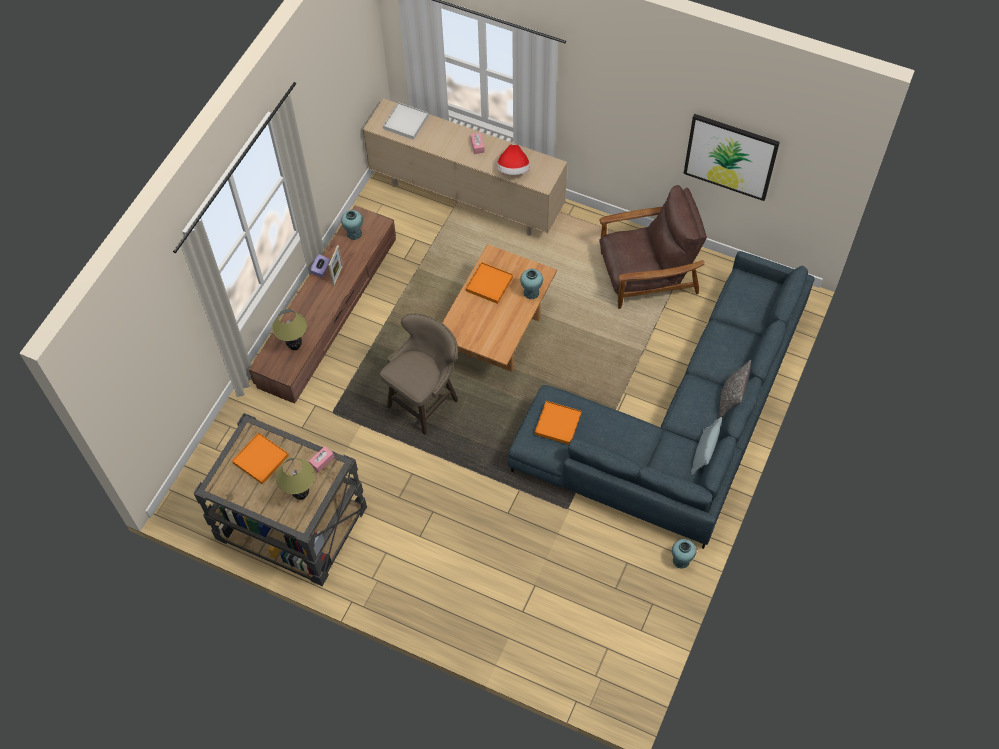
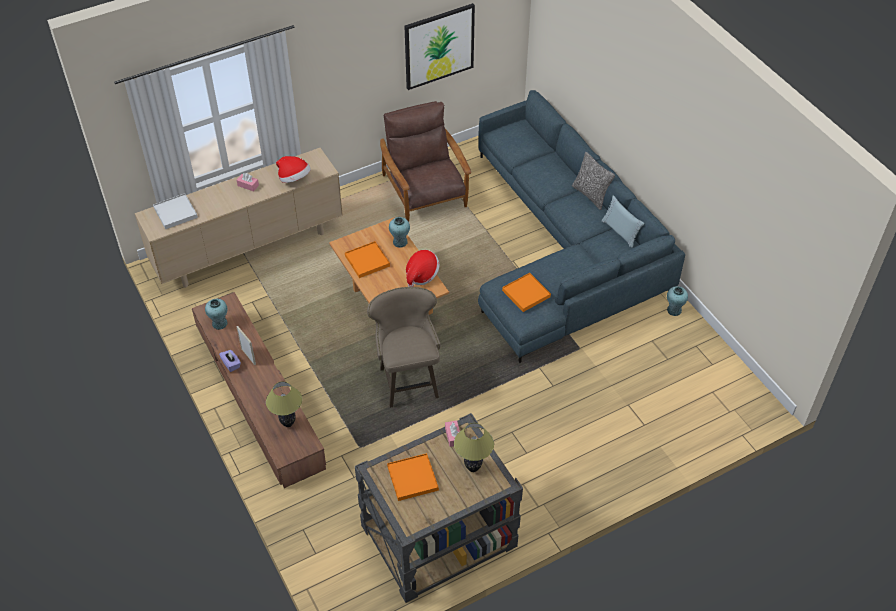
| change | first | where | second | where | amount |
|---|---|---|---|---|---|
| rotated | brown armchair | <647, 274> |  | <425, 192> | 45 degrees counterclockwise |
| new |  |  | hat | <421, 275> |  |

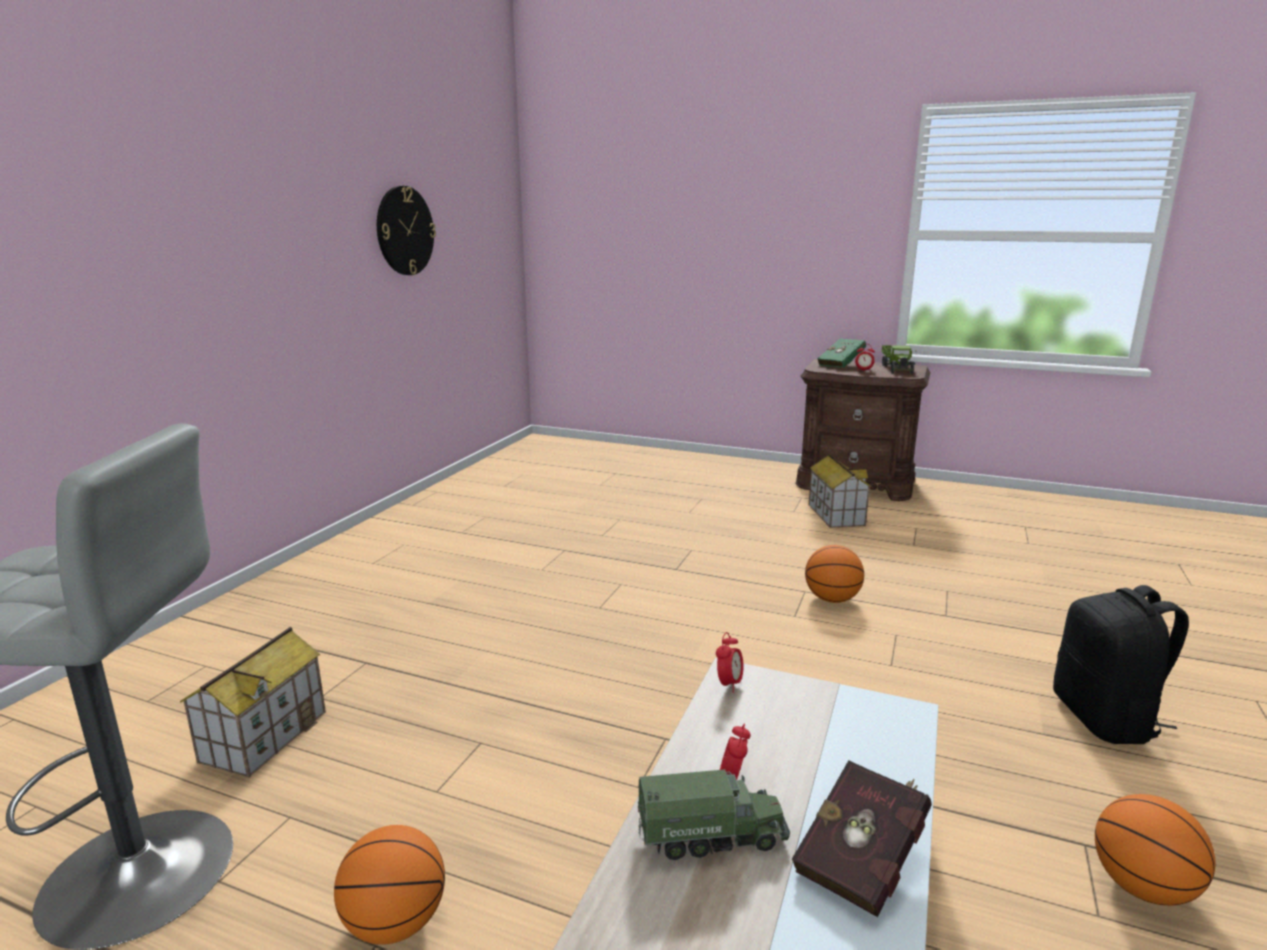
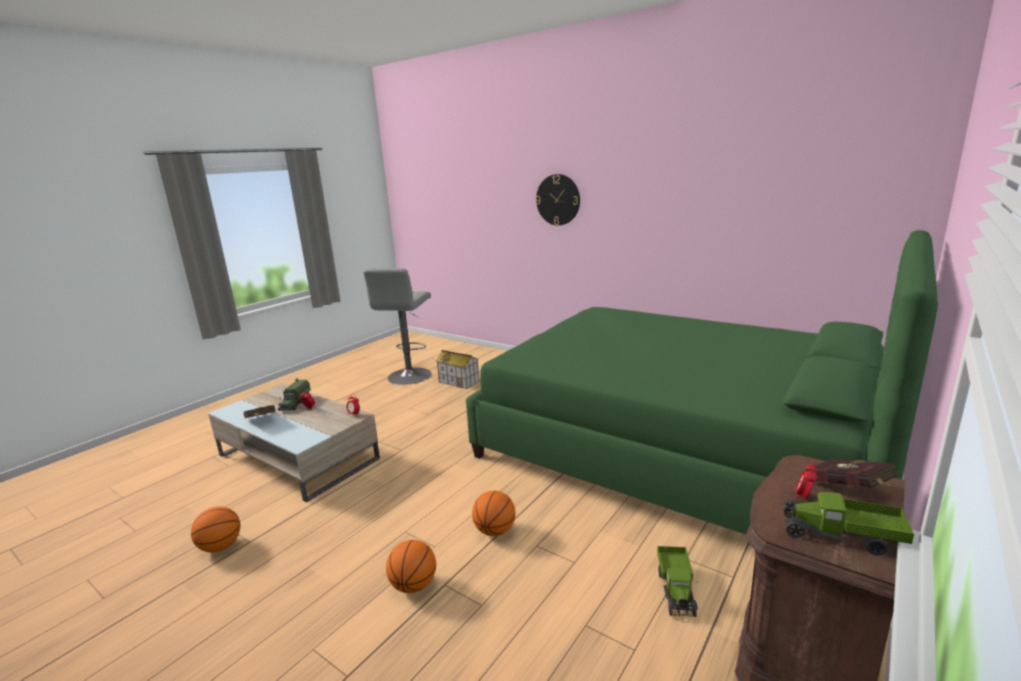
| change | first | where | second | where | amount |
|---|---|---|---|---|---|
| shifted | basketball | <395, 923> |  | <414, 585> |  |
| new |  |  | green bed | <679, 449> |  |
| shifted | wall clock | <405, 231> |  | <558, 200> |  |
| swapped | toy house | <835, 514> | toy truck | <676, 589> |  |
| repainted | green book | <842, 364> | red book | <849, 490> |  |
| gone | black backpack | <1105, 719> |  |  |  |

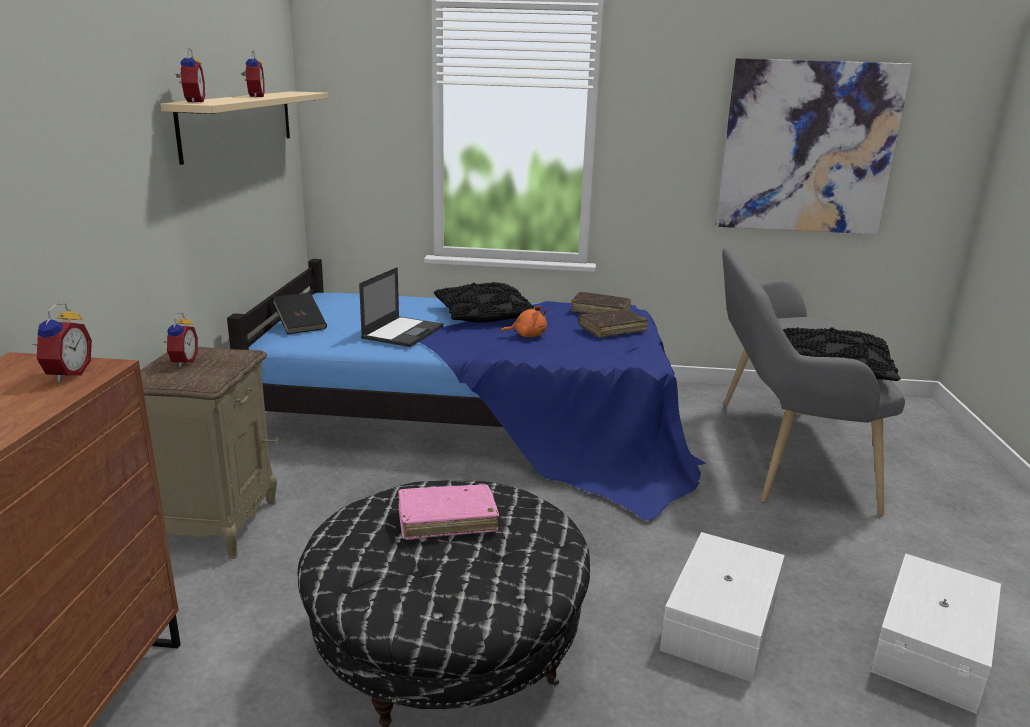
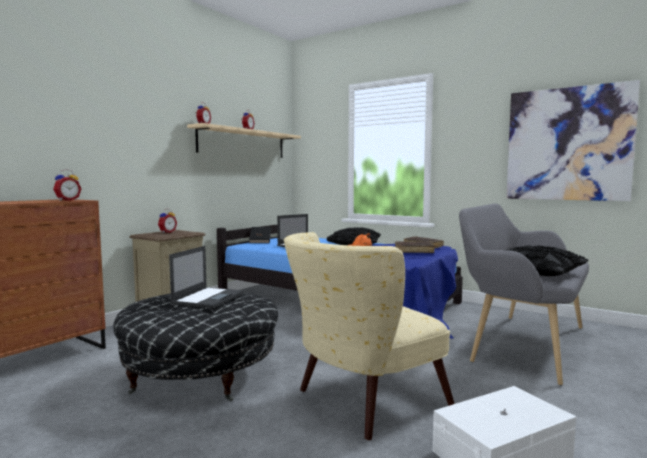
| change | first | where | second | where | amount |
|---|---|---|---|---|---|
| swapped | pink book | <447, 520> | laptop | <209, 298> |  |
| swapped | white storage box | <718, 622> | beige armchair | <359, 402> |  |

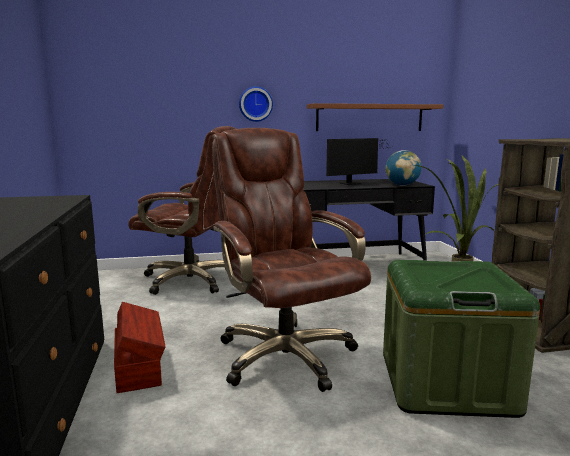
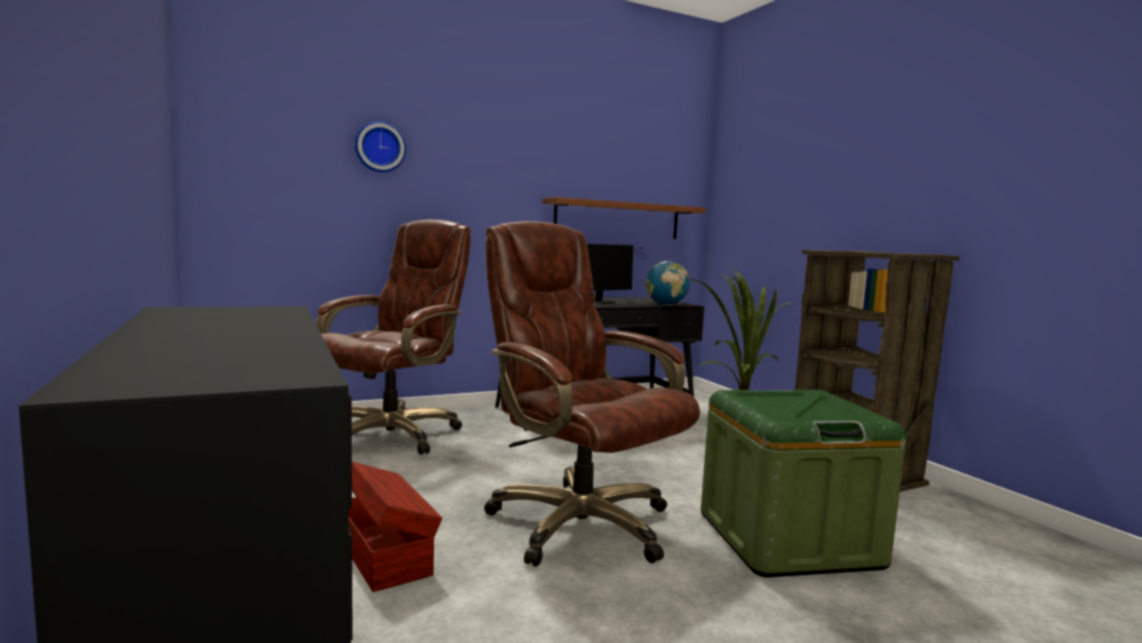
| change | first | where | second | where | amount |
|---|---|---|---|---|---|
| rotated | brown office chair | <190, 279> |  | <390, 434> | 60 degrees counterclockwise |
| shifted | wall clock | <255, 104> |  | <379, 147> |  |

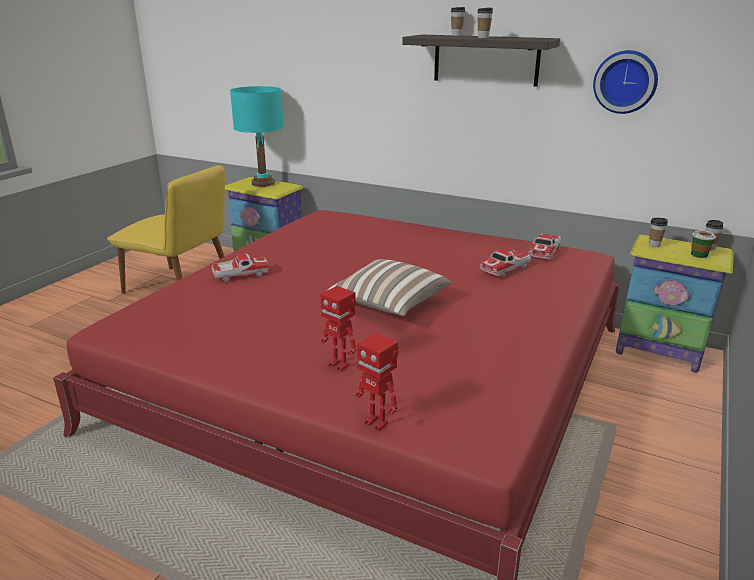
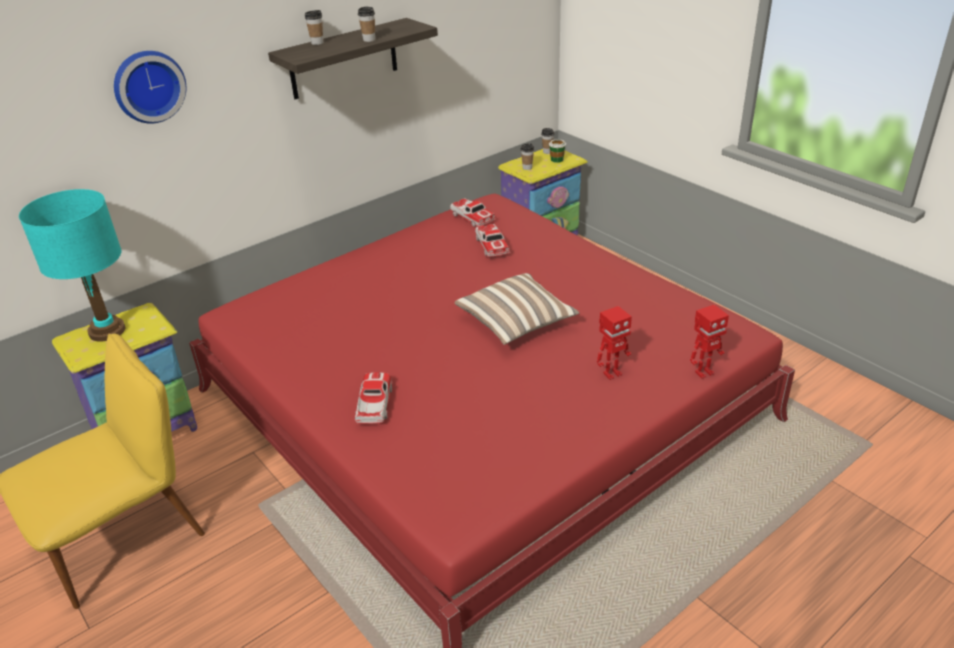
| change | first | where | second | where | amount |
|---|---|---|---|---|---|
| shifted | wall clock | <625, 81> |  | <148, 86> |  |

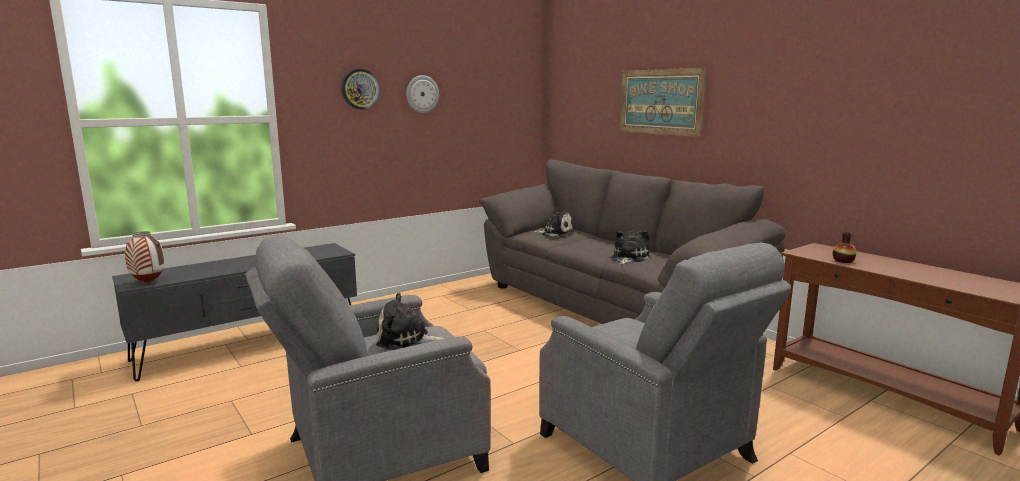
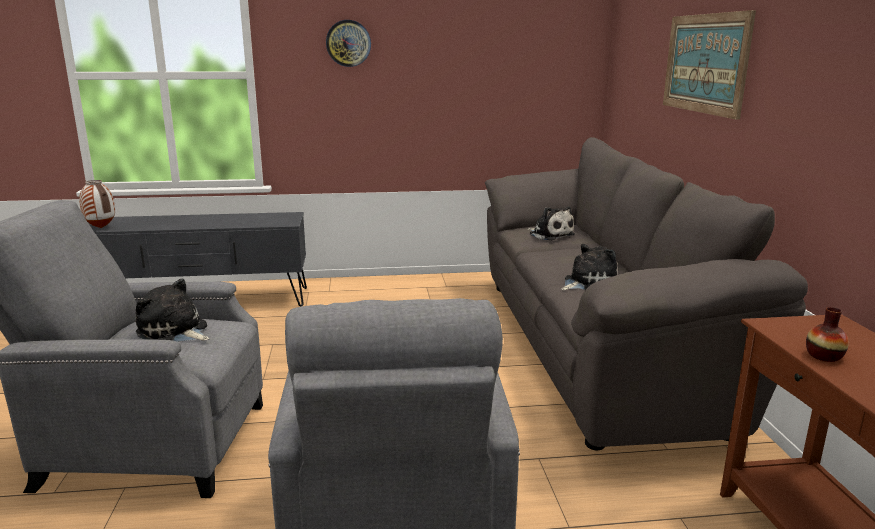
| change | first | where | second | where | amount |
|---|---|---|---|---|---|
| gone | wall clock | <422, 94> |  |  |  |

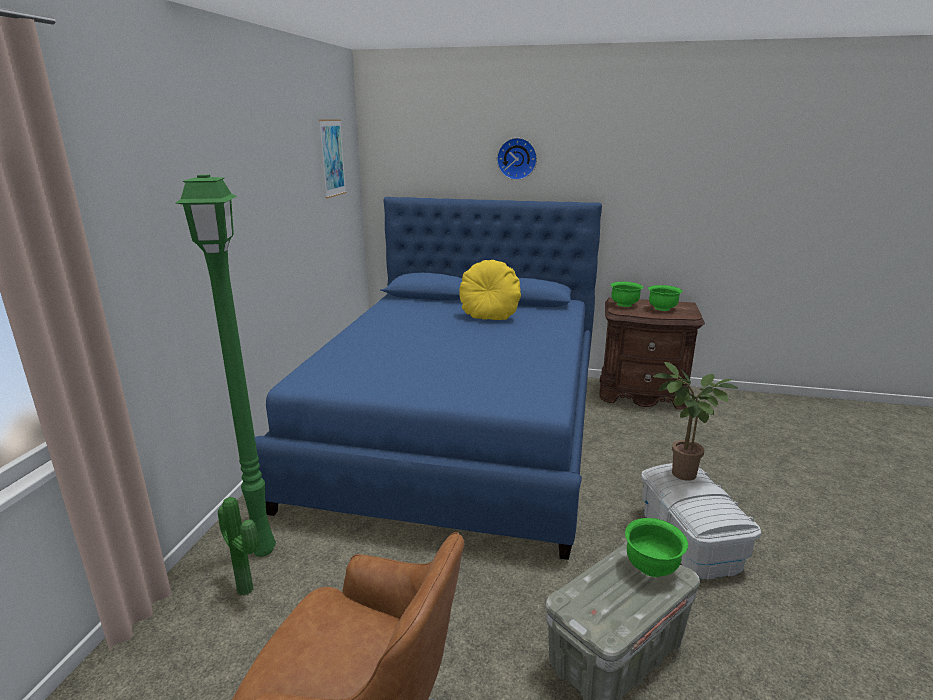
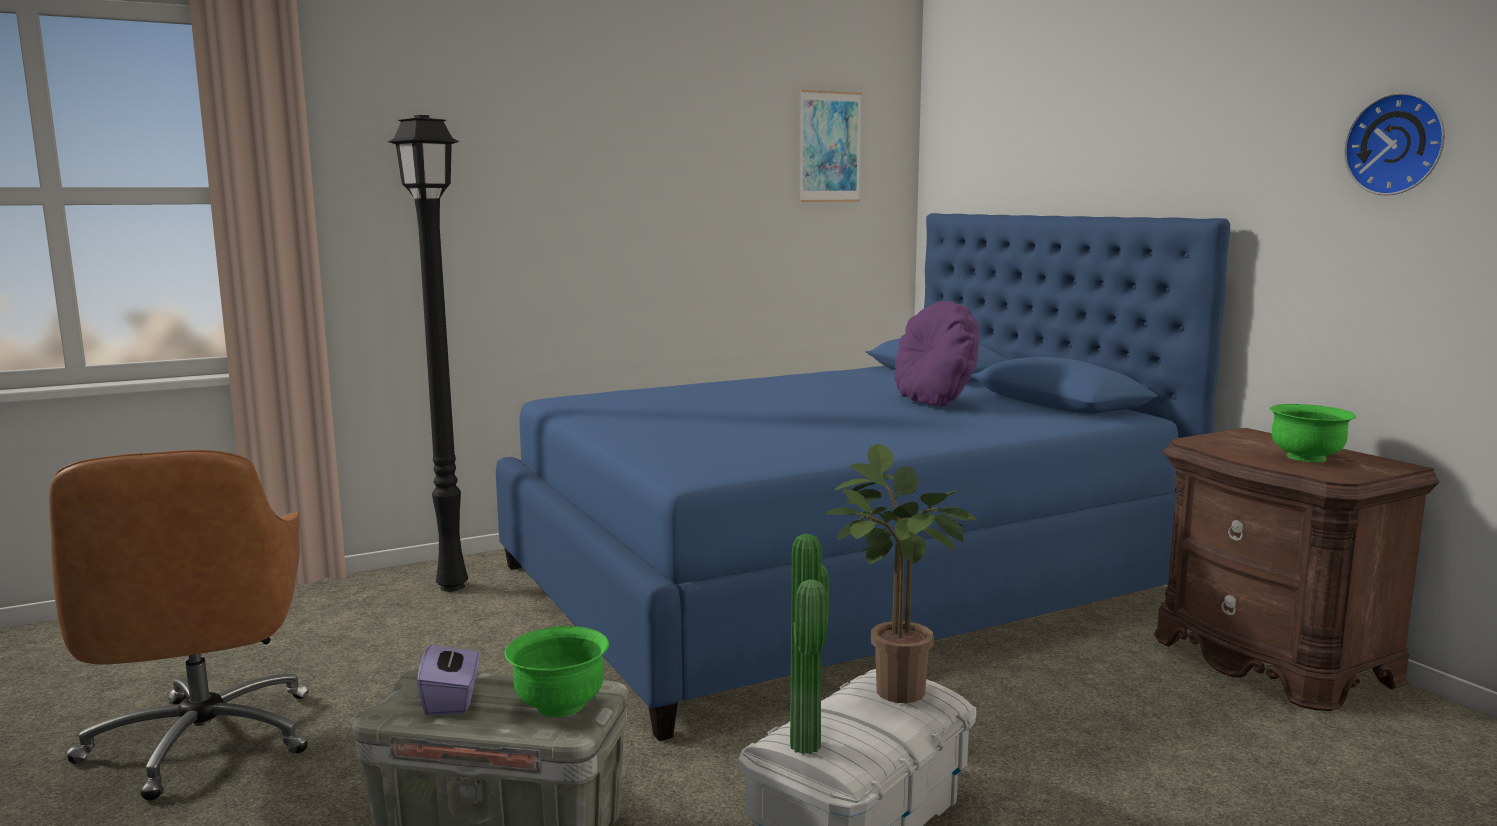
| change | first | where | second | where | amount |
|---|---|---|---|---|---|
| repainted | green floor lamp | <261, 551> | black floor lamp | <449, 587> |  |
| new |  |  | purple tissue box | <452, 700> |  |
| shifted | potted plant | <248, 588> |  | <811, 746> |  |
| repainted | yellow pillow | <489, 317> | purple pillow | <934, 403> |  |
| shifted | wall clock | <517, 158> |  | <1397, 144> |  |
| gone | green bowl | <624, 304> |  |  |  |

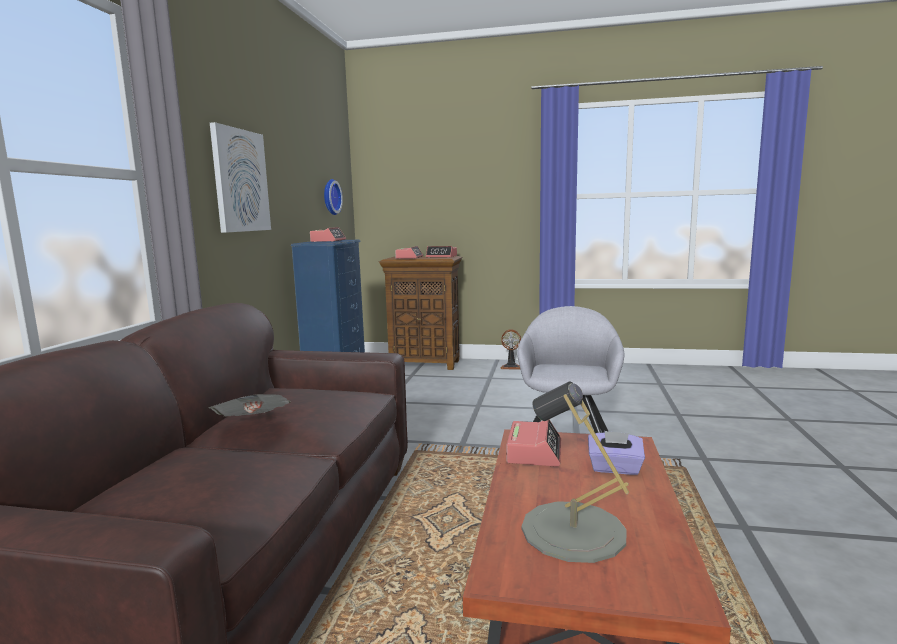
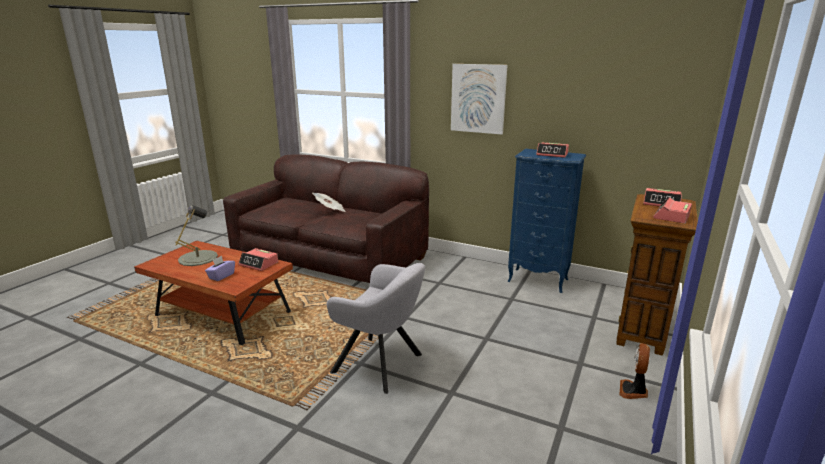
| change | first | where | second | where | amount |
|---|---|---|---|---|---|
| gone | wall clock | <330, 197> |  |  |  |

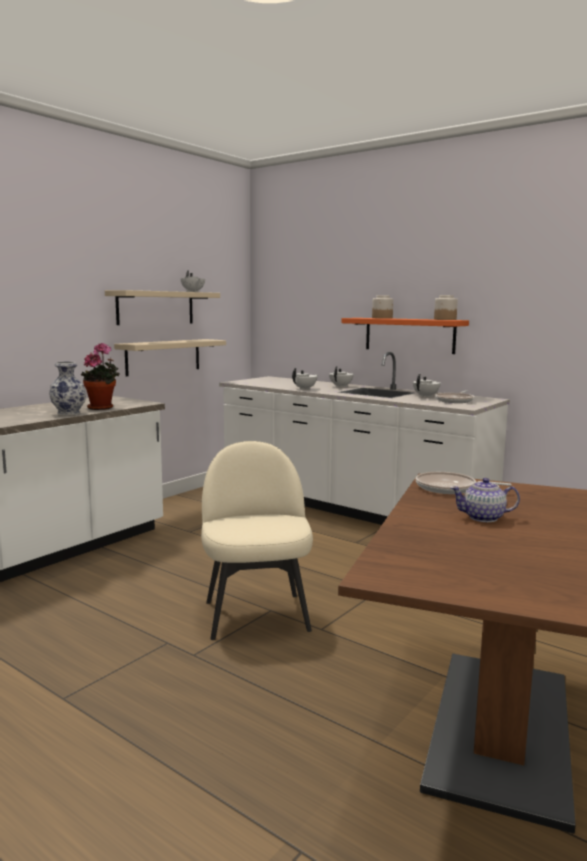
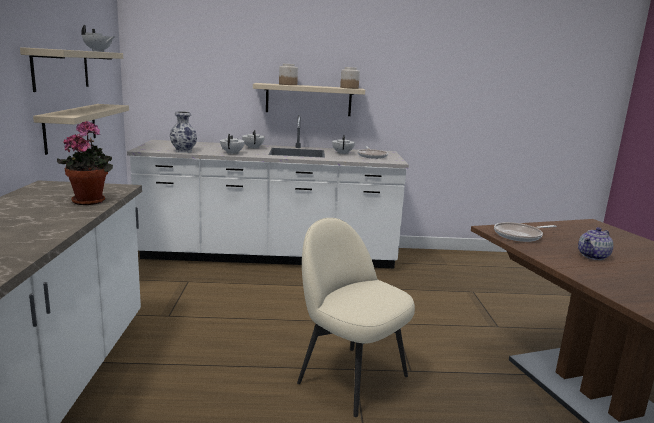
| change | first | where | second | where | amount |
|---|---|---|---|---|---|
| shifted | vase | <69, 413> |  | <184, 151> |  |
| repainted | orange shelf | <409, 335> | beige shelf | <308, 100> |  |

